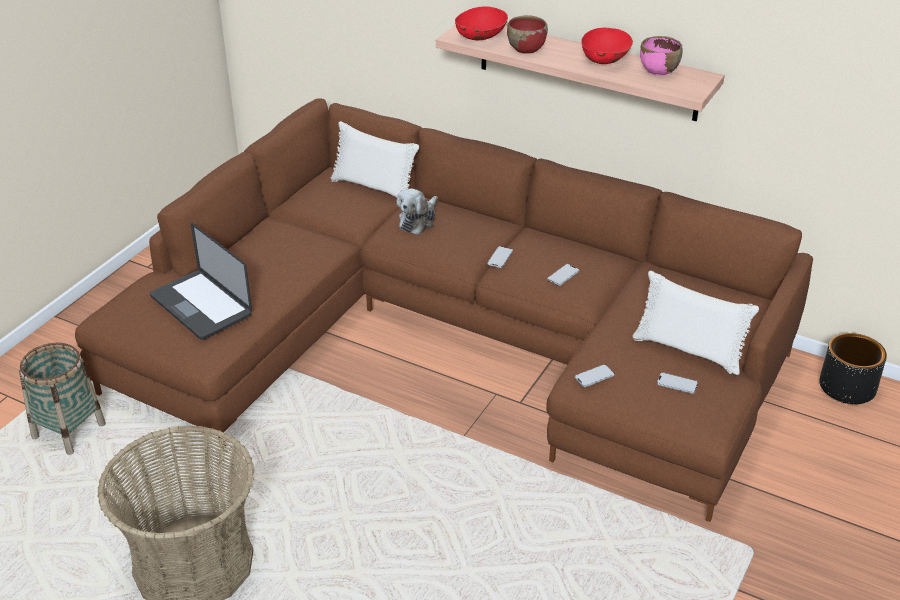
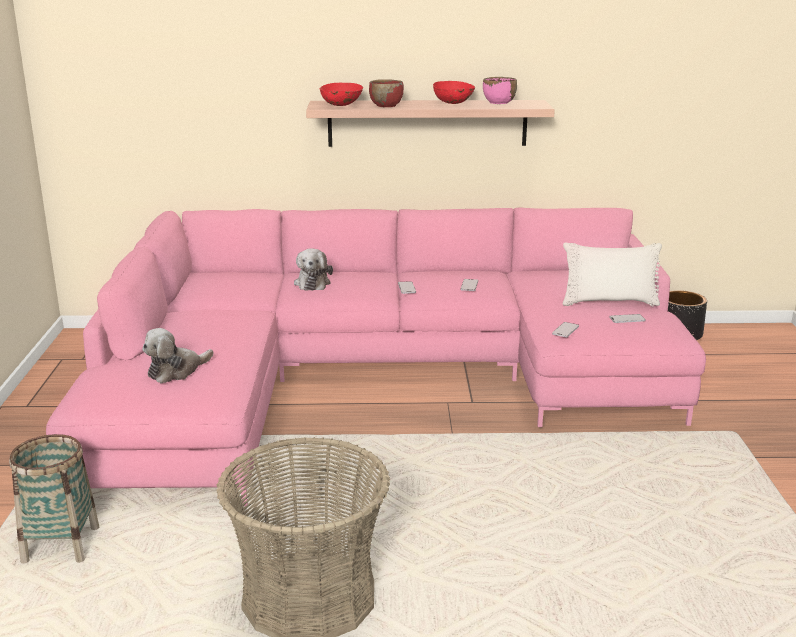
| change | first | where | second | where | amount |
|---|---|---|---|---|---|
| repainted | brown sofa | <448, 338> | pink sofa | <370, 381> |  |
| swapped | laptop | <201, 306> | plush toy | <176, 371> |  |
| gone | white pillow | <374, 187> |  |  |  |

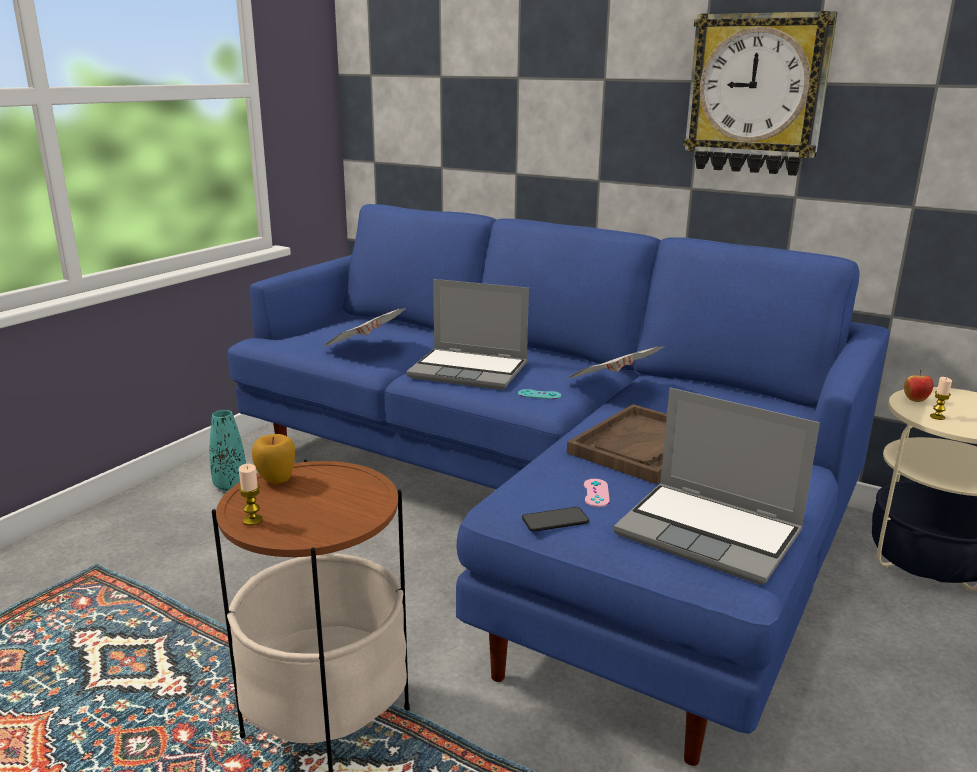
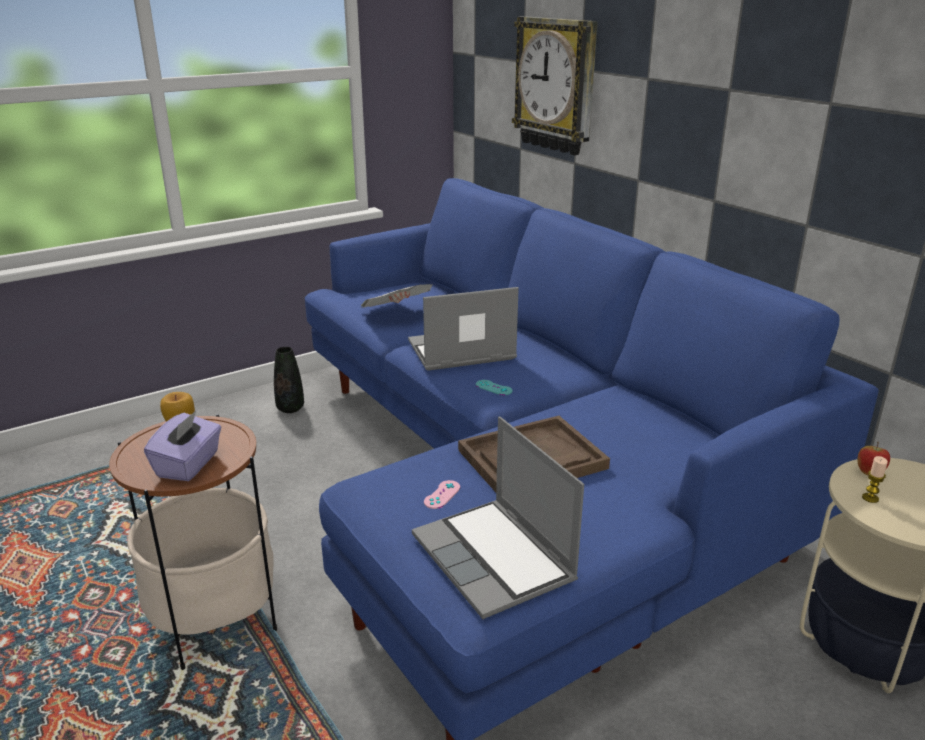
| change | first | where | second | where | amount |
|---|---|---|---|---|---|
| new |  |  | purple tissue box | <189, 465> |  |
| repainted | turquoise vase | <230, 485> | black vase | <290, 408> |  |
| rotated | laptop | <470, 371> |  | <460, 352> | 120 degrees clockwise |
| shifted | wall clock | <756, 94> |  | <556, 85> |  |
| gone | candle | <252, 520> |  |  |  |
| gone | phone | <555, 520> |  |  |  |
| gone | newspaper | <611, 387> |  |  |  |

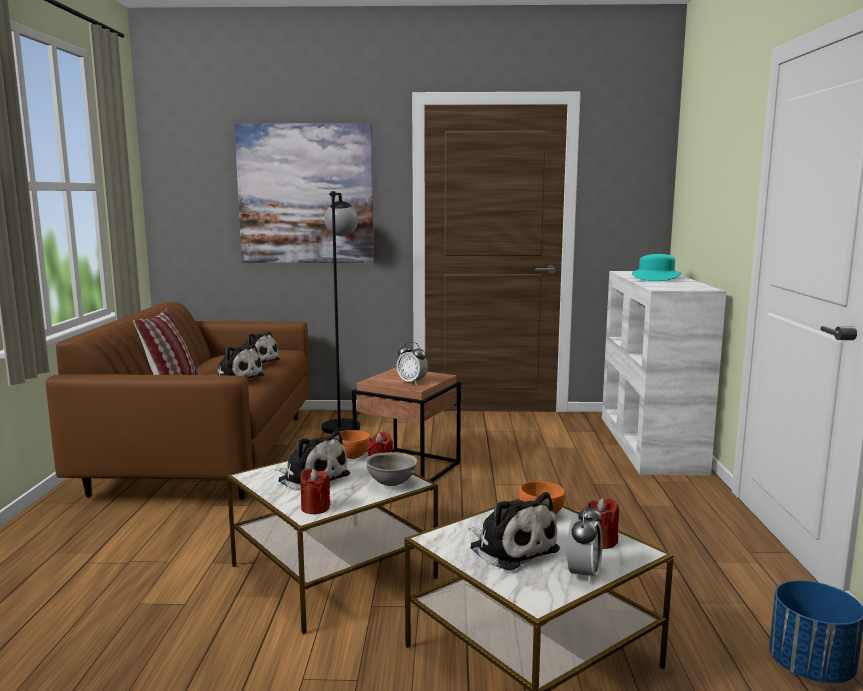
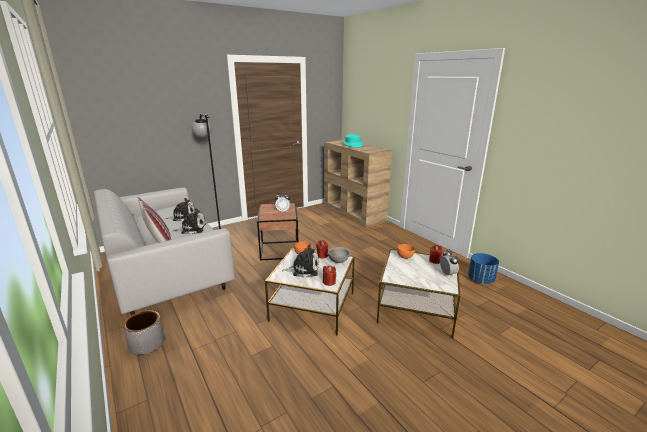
| change | first | where | second | where | amount |
|---|---|---|---|---|---|
| repainted | brown sofa | <208, 452> | grey sofa | <166, 271> |  |
| new |  |  | grey planter | <146, 344> |  |
| repainted | white bookcase | <651, 443> | brown bookcase | <354, 213> |  |
| gone | picture | <306, 194> |  |  |  |
| gone | plush toy | <511, 548> |  |  |  |

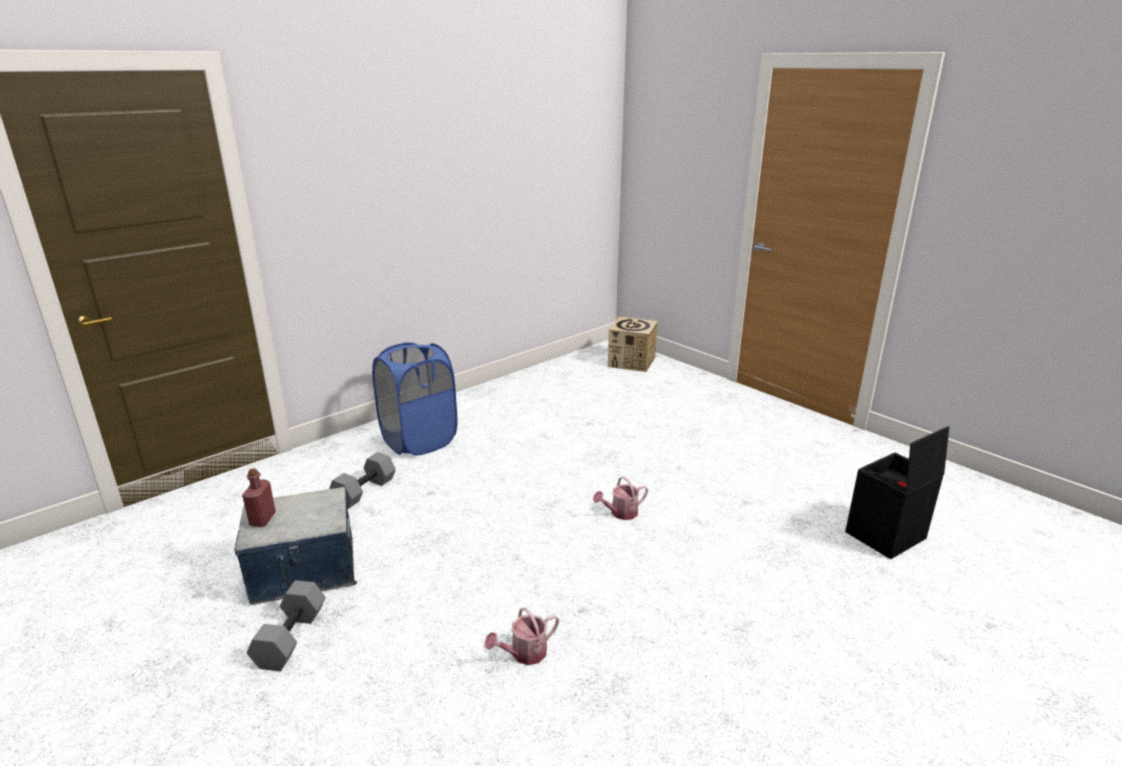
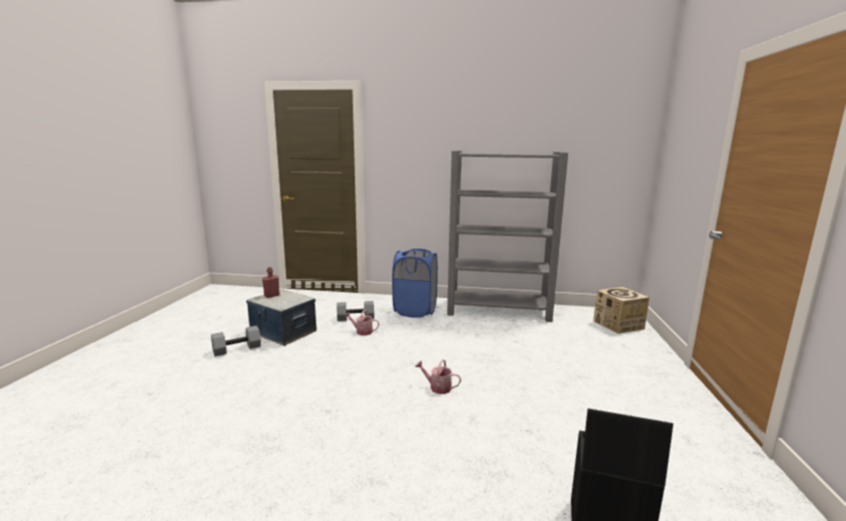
| change | first | where | second | where | amount |
|---|---|---|---|---|---|
| shifted | watering can | <524, 654> |  | <362, 331> |  |
| new |  |  | grey bookcase | <498, 310> |  |

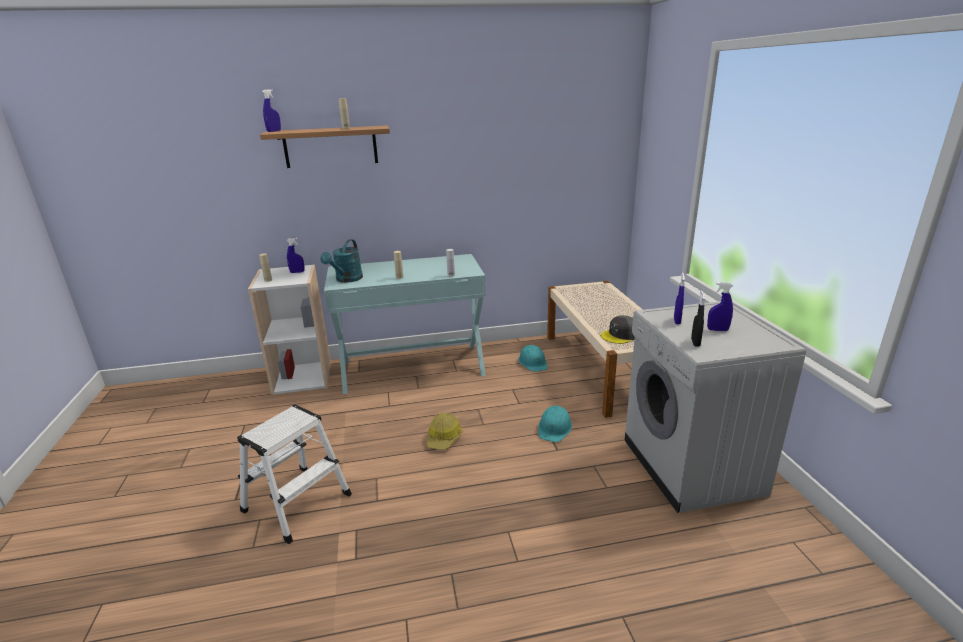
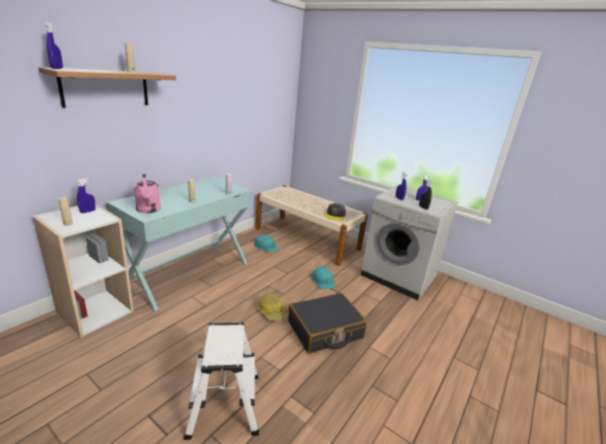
| change | first | where | second | where | amount |
|---|---|---|---|---|---|
| repainted | turquoise watering can | <346, 280> | pink watering can | <149, 210> |  |
| new |  |  | black suitcase | <325, 330> |  |

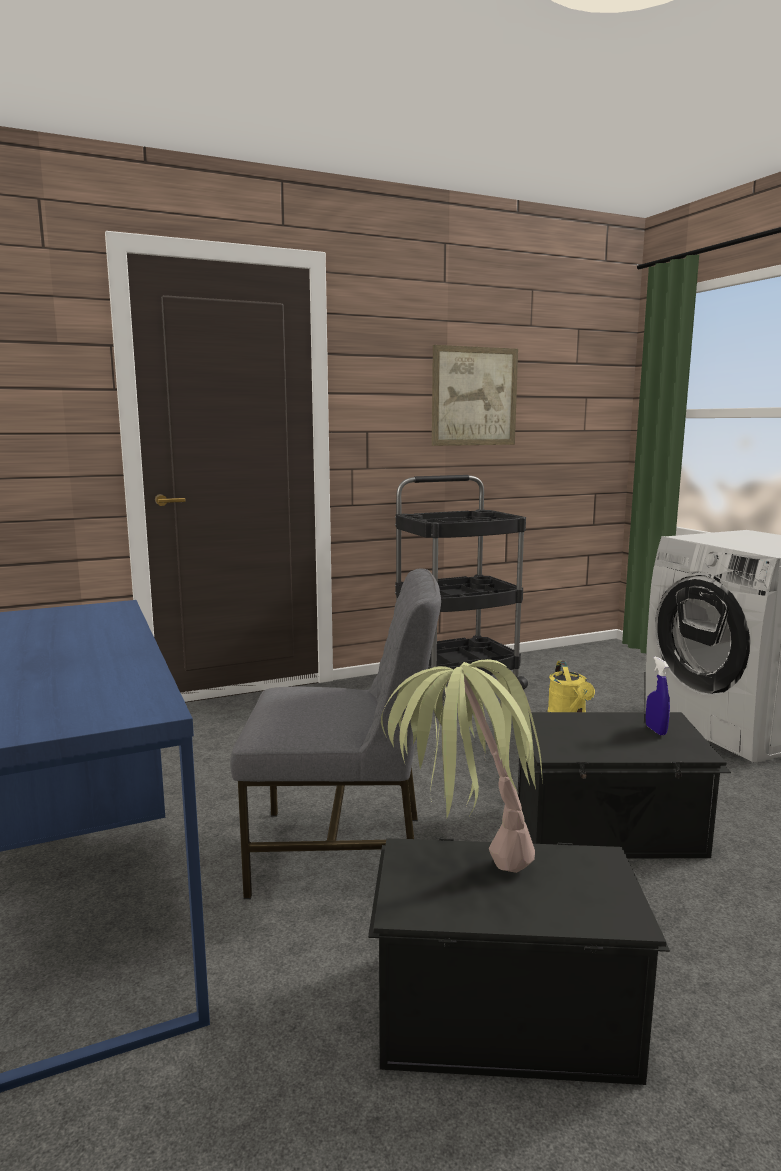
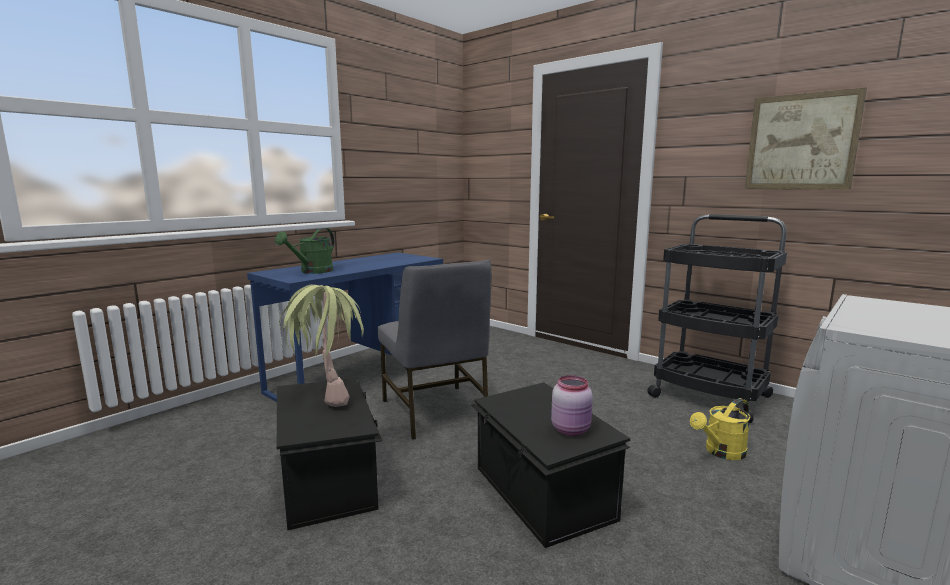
| change | first | where | second | where | amount |
|---|---|---|---|---|---|
| new |  |  | green watering can | <312, 272> |  |
| swapped | blue spray bottle | <655, 730> | pink jar | <571, 430> |  |

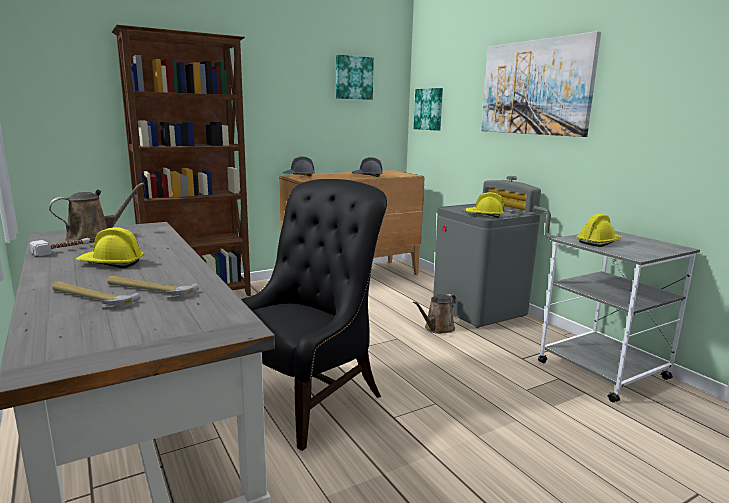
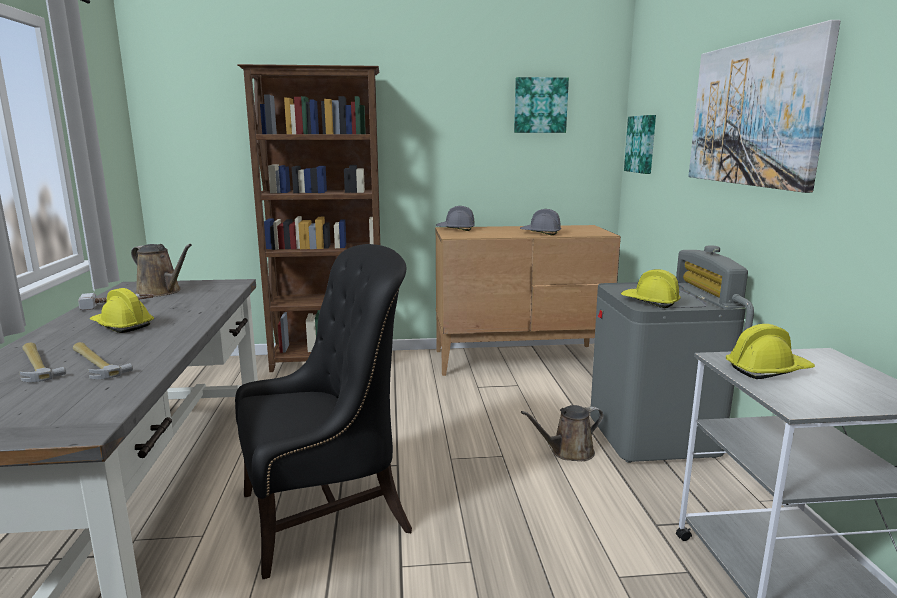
| change | first | where | second | where | amount |
|---|---|---|---|---|---|
| rotated | brown watering can | <94, 237> |  | <161, 292> | 45 degrees clockwise |

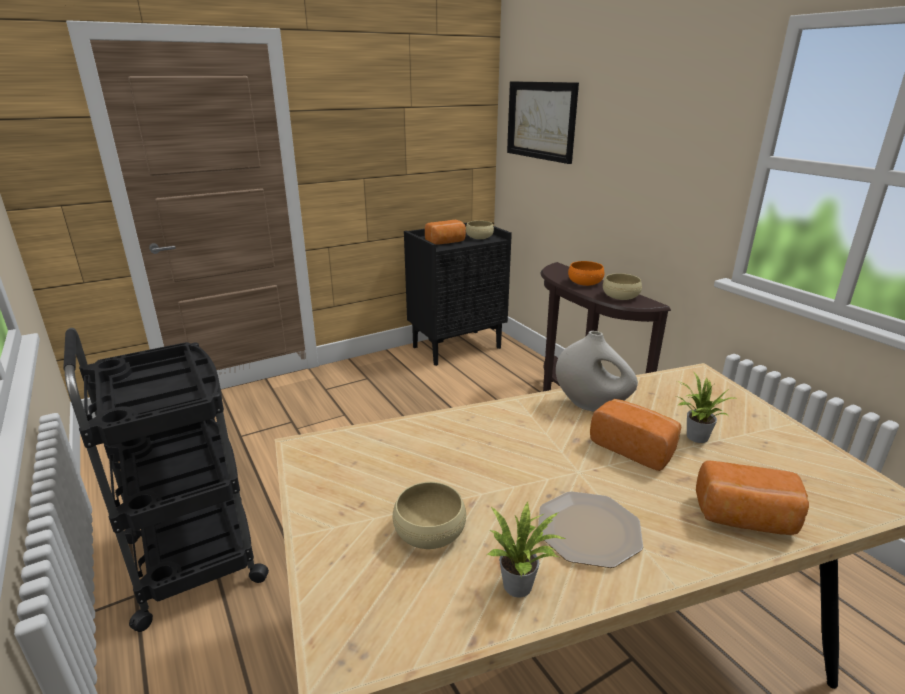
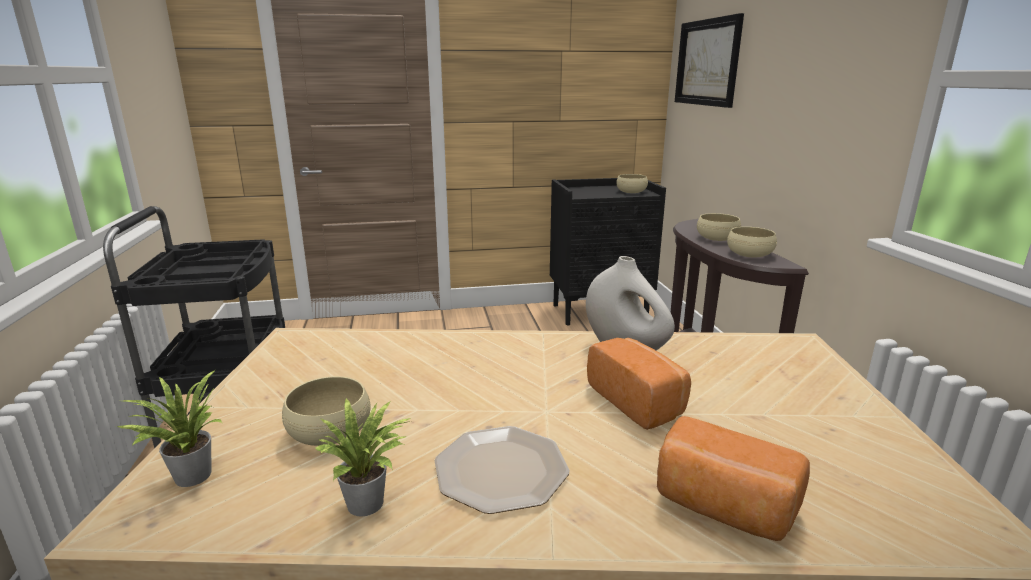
| change | first | where | second | where | amount |
|---|---|---|---|---|---|
| shifted | potted plant | <694, 437> |  | <189, 475> |  |
| repainted | orange bowl | <585, 282> | beige bowl | <717, 238> |  |
| gone | bread | <446, 242> |  |  |  |

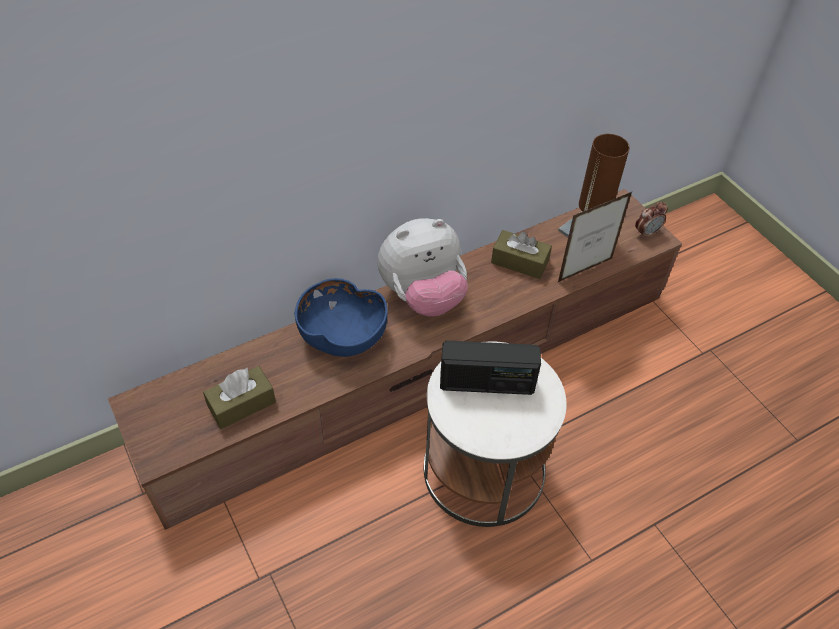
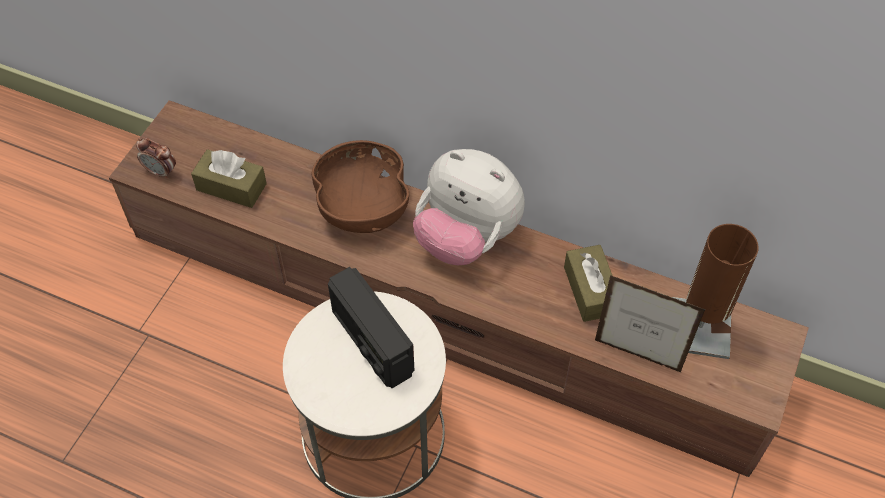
| change | first | where | second | where | amount |
|---|---|---|---|---|---|
| shifted | alarm clock | <646, 233> |  | <161, 172> |  |
| repainted | blue bowl | <342, 337> | brown bowl | <362, 208> |  |

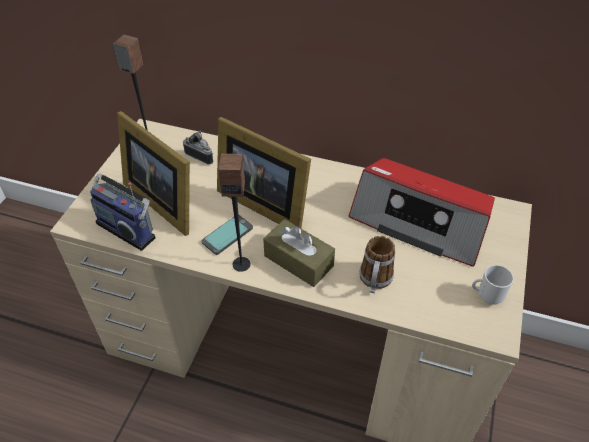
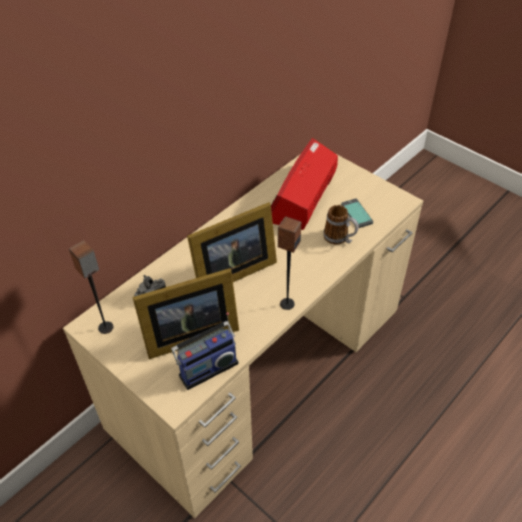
| change | first | where | second | where | amount |
|---|---|---|---|---|---|
| rotated | radio | <419, 222> |  | <301, 197> | 150 degrees clockwise |
| shifted | phone | <227, 235> |  | <356, 214> |  |
| gone | brown tissue box | <298, 261> |  |  |  |
| gone | mug | <487, 296> |  |  |  |

